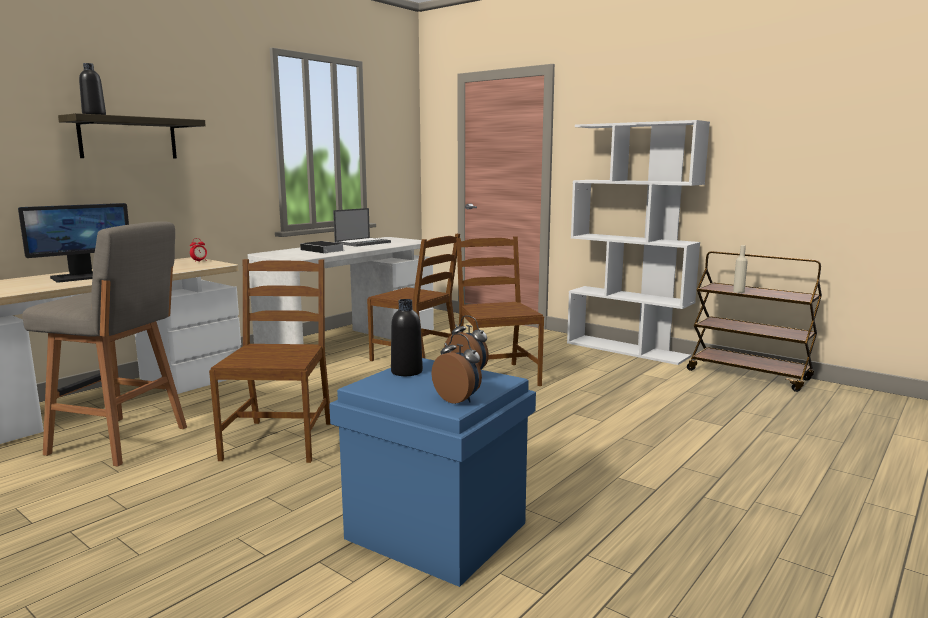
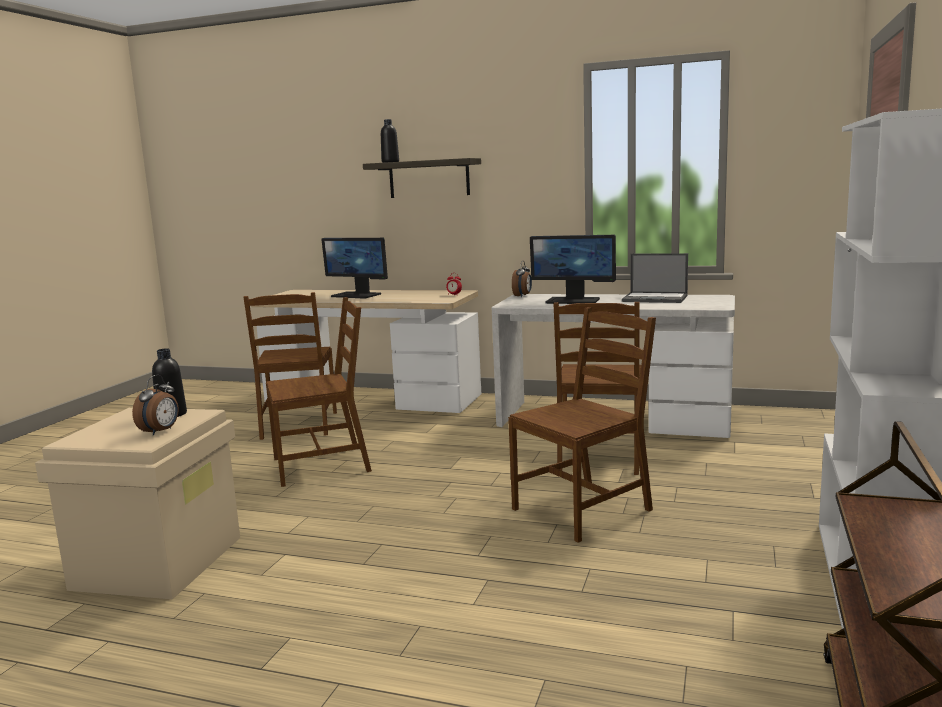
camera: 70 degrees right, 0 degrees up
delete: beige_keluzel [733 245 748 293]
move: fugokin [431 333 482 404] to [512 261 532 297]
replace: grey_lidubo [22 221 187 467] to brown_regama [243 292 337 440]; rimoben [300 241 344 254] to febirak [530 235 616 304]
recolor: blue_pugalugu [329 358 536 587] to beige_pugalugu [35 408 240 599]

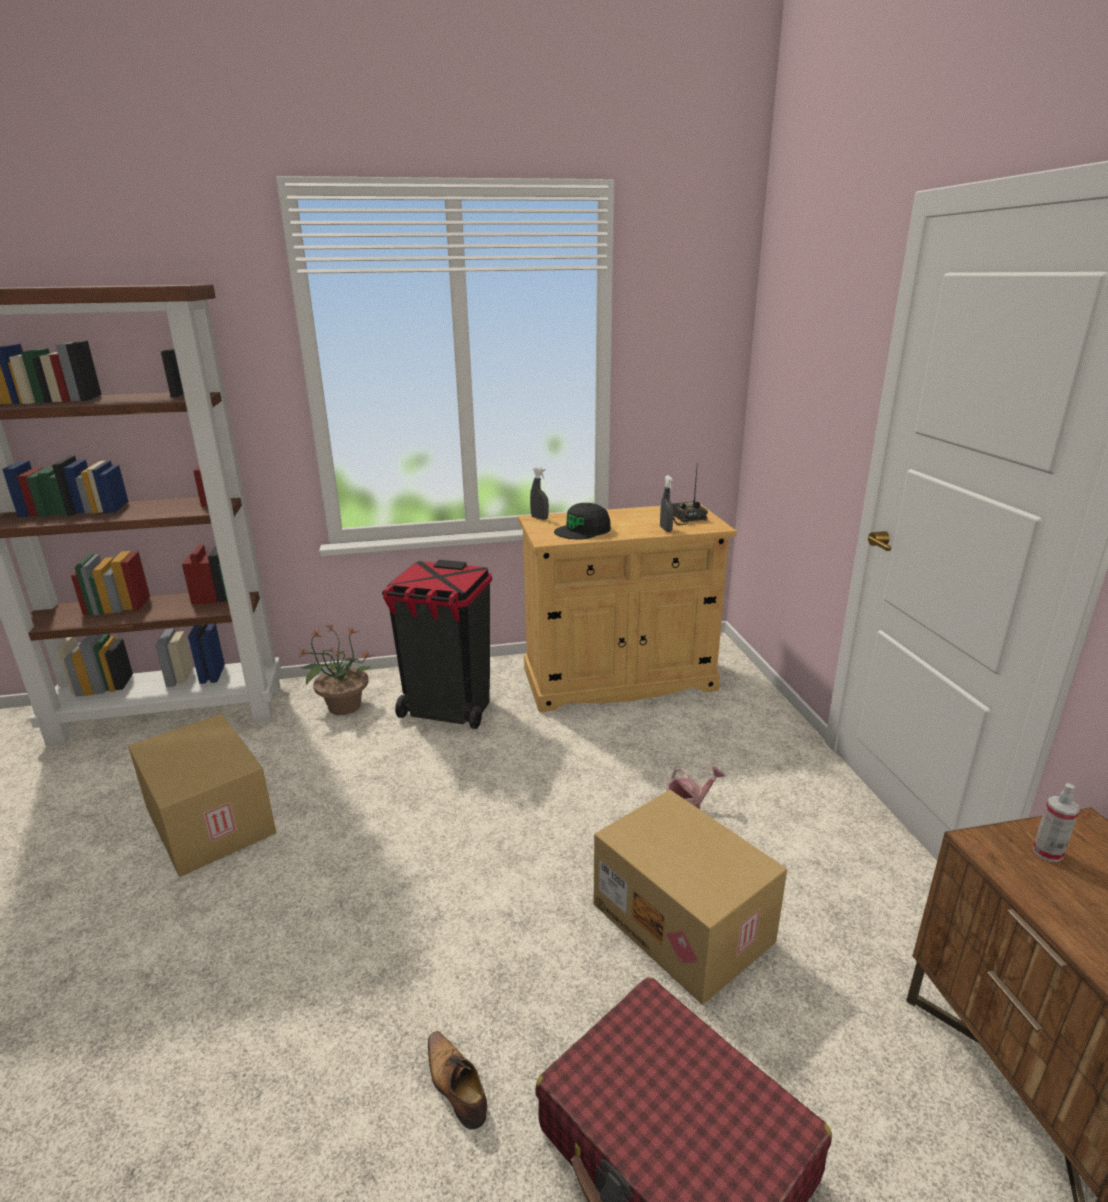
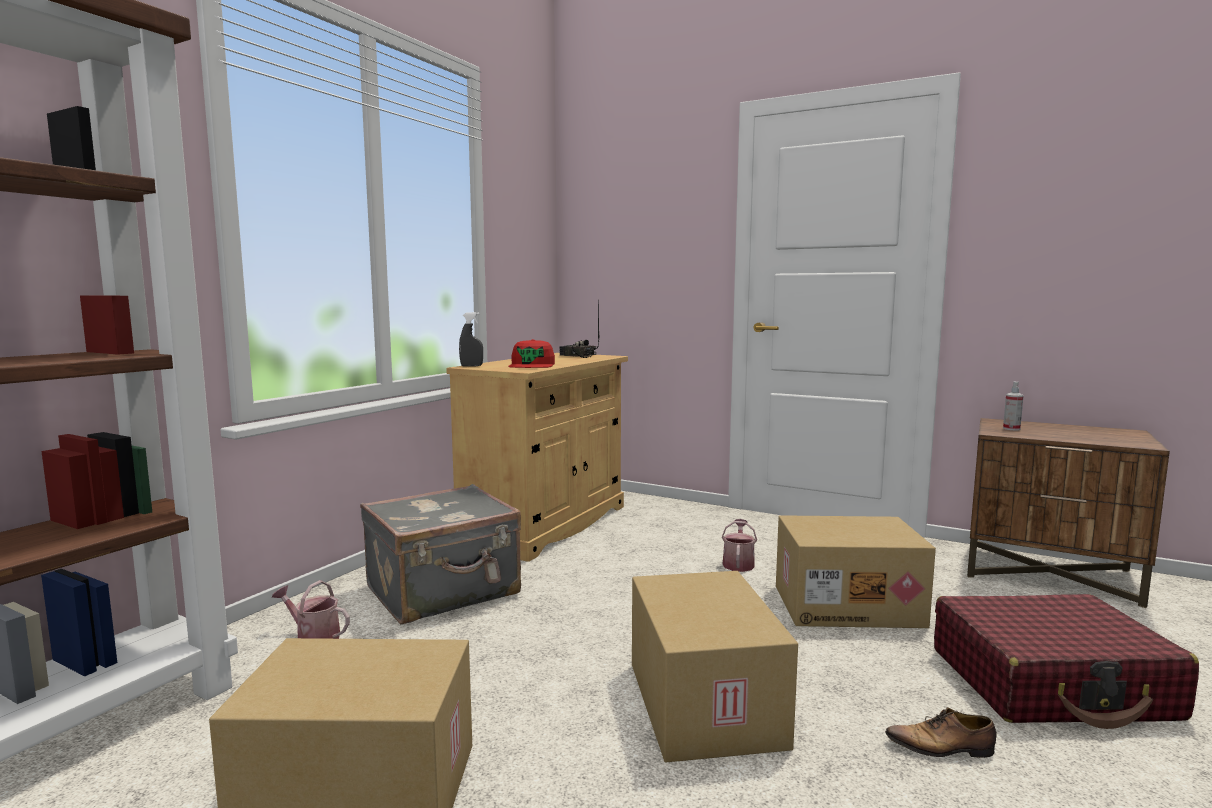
camera: 50 degrees left, 15 degrees down
delete: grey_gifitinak [660 475 673 532]
insert: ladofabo [632 571 798 762]
replace: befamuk [299 624 373 715] to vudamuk [272 580 350 639]; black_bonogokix [382 560 492 729] to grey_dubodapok [360 484 521 624]
recolor: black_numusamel [554 503 611 540] to red_numusamel [509 339 555 368]

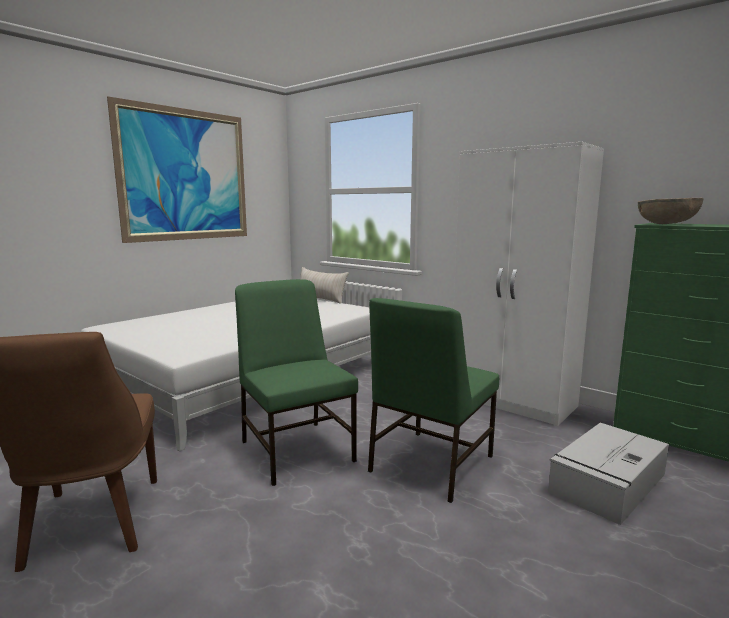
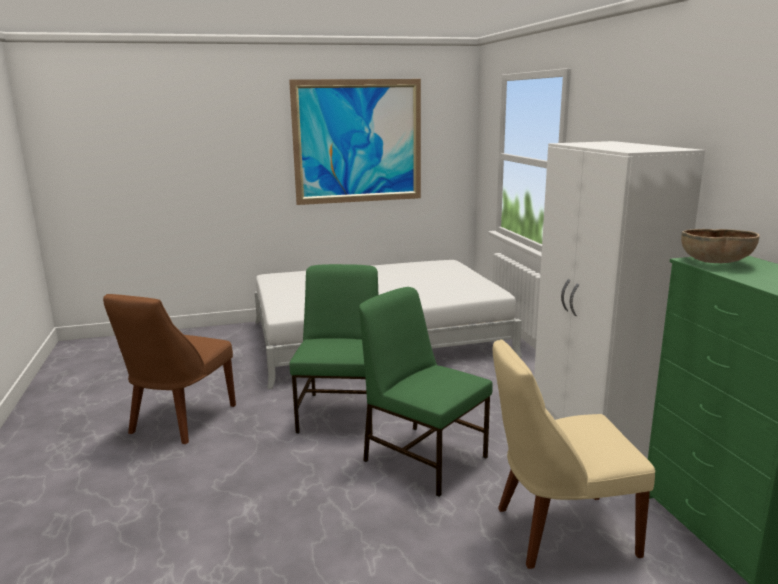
camera: 35 degrees right, 5 degrees up
delete: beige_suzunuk [300 267 349 304]
replace: grey_pugalugu [548 423 669 525] to beige_regama [493 339 655 569]
rotate: green_regama [368 298 499 503] = [359 287 493 496] 60 degrees clockwise

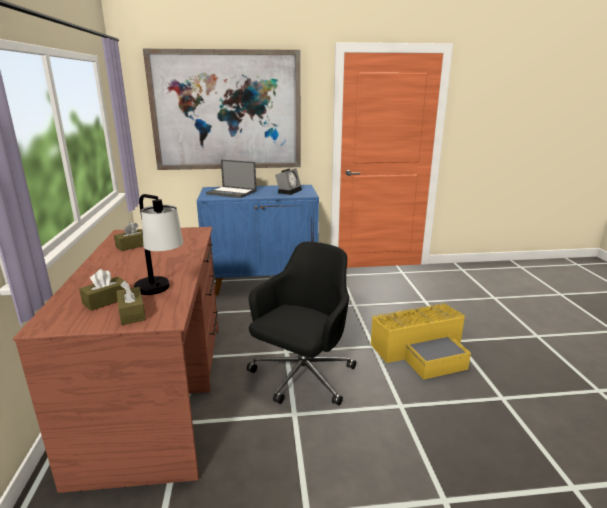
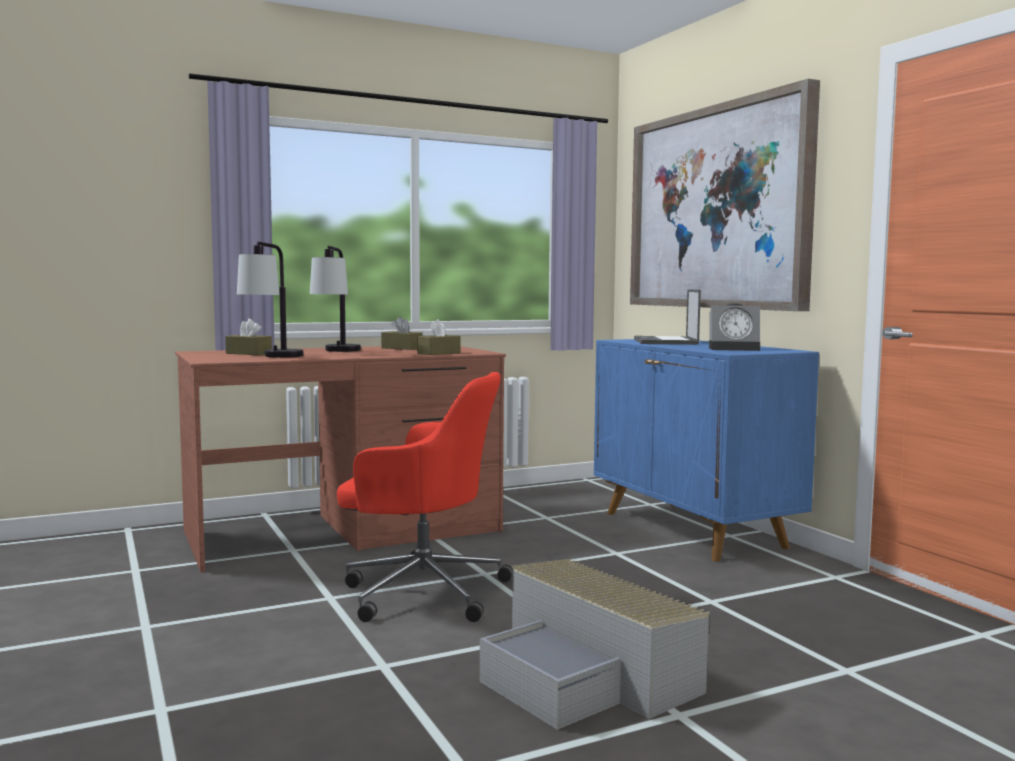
camera: 70 degrees right, 15 degrees down
insert: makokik [310 246 361 352]
move: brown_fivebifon [116 281 146 325] to [417 319 460 355]
recolor: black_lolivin [247 242 356 406] to red_lolivin [337 372 513 622]; yellow_pugalugu [371 303 471 380] to grey_pugalugu [480 559 710 730]

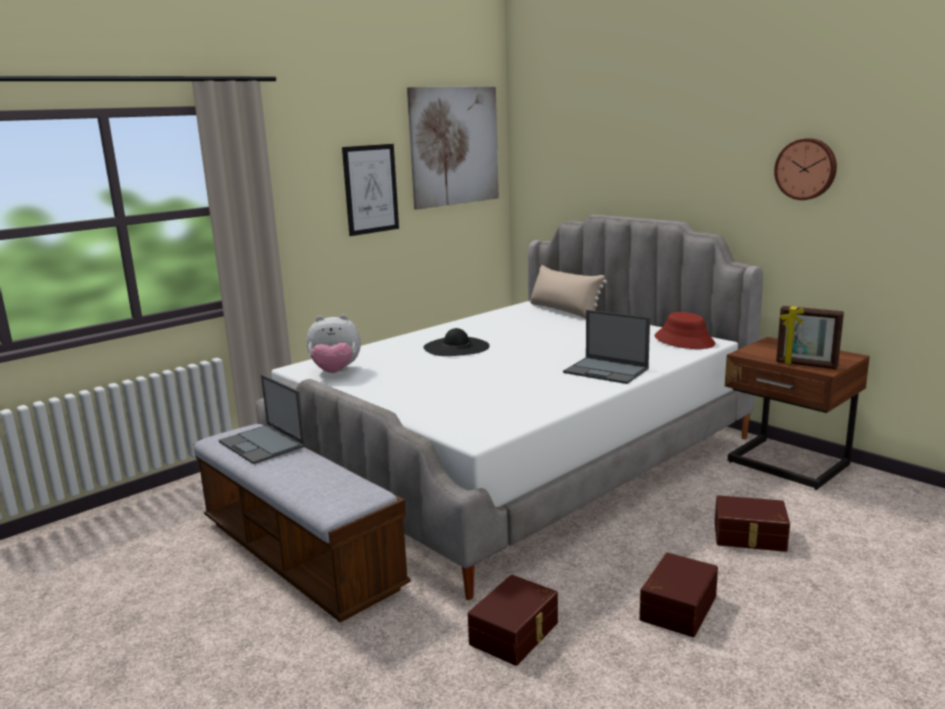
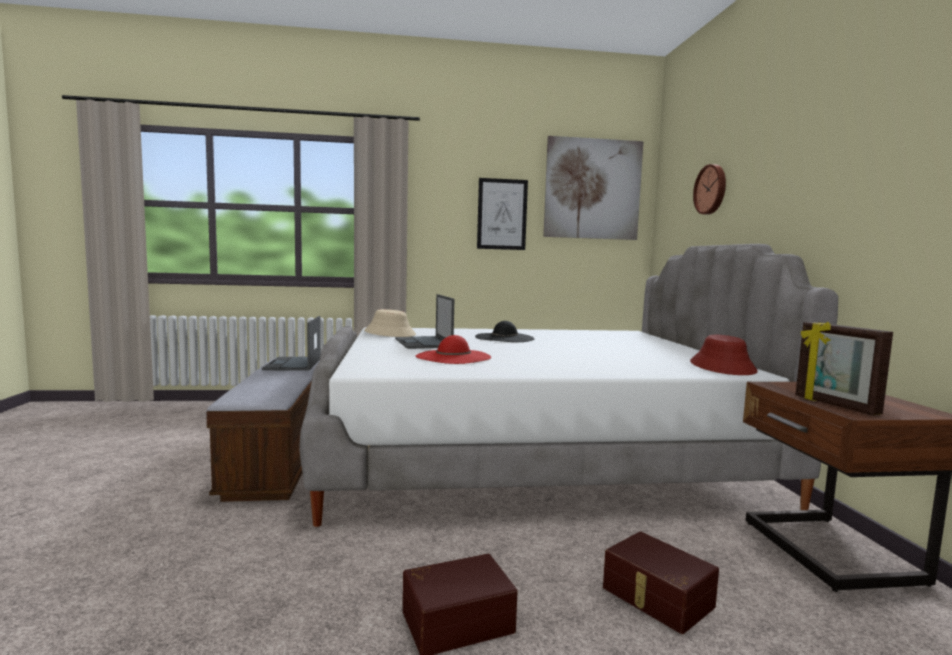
camera: 35 degrees right, 10 degrees down
delete: brown_pugalugu [468 575 558 666]; beige_suzunuk [530 265 607 319]
insert: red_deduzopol [416 335 491 364]
move: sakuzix [563 310 650 384] to [395 294 455 349]; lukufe [774 138 837 200] to [693 164 726 215]
replace: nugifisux [306 314 361 373] to beige_deduzopol [364 309 416 337]

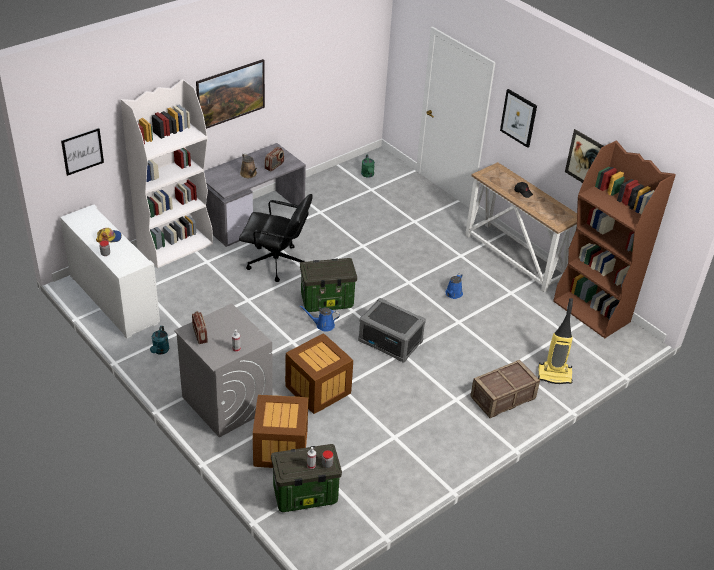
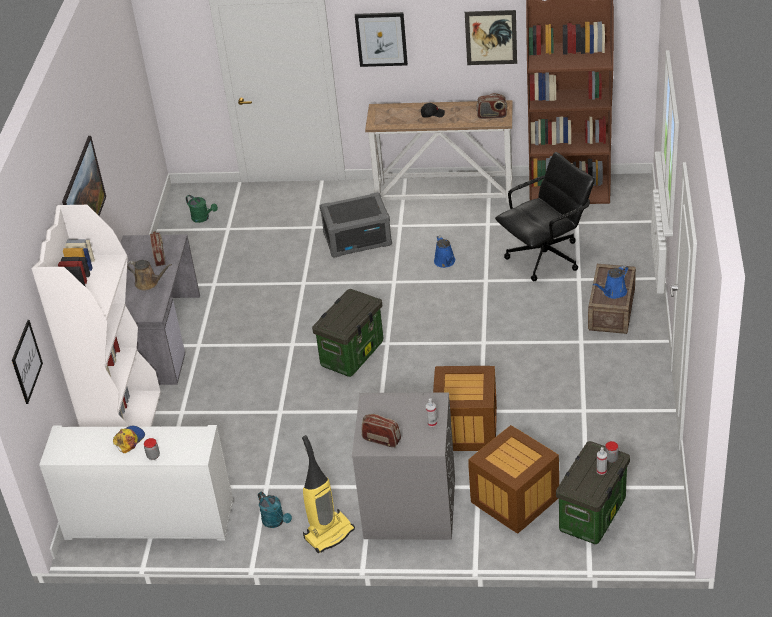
camera: 40 degrees left, 0 degrees up
insert: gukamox [476 93 507 119]
move: black_lolivin [239 194 313 282] to [495 152 595 281]; blue_vudamuk [300 306 340 332] to [593 265 628 299]; grey_pugalugu [358 298 426 363] to [320 192 392 258]; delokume [538 298 573 384] to [302 435 355 553]

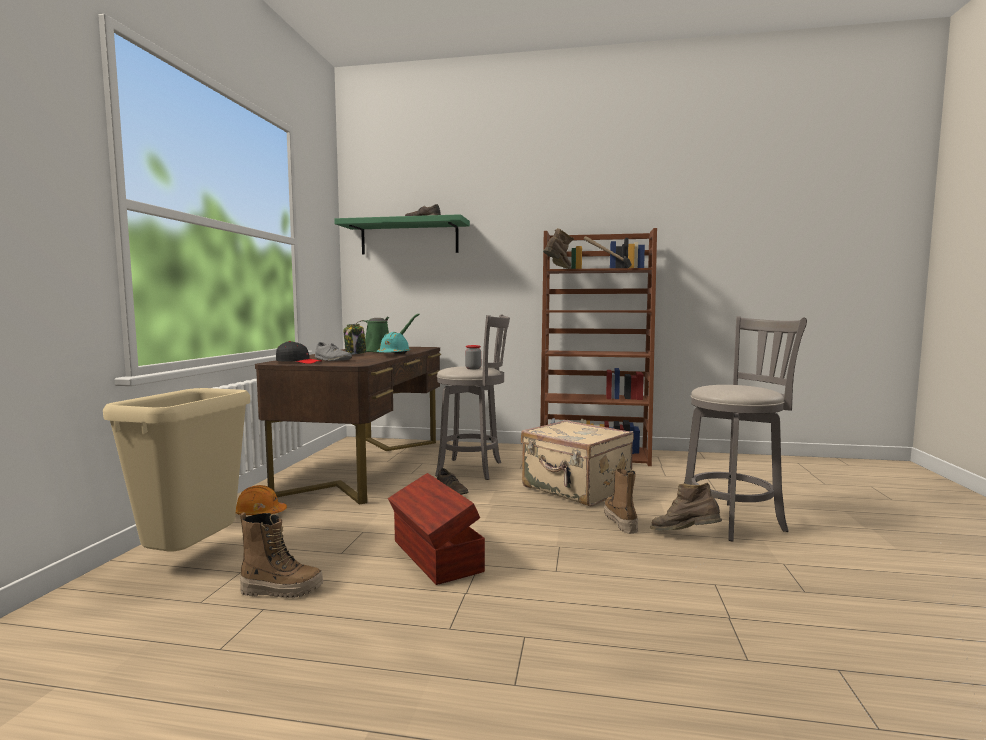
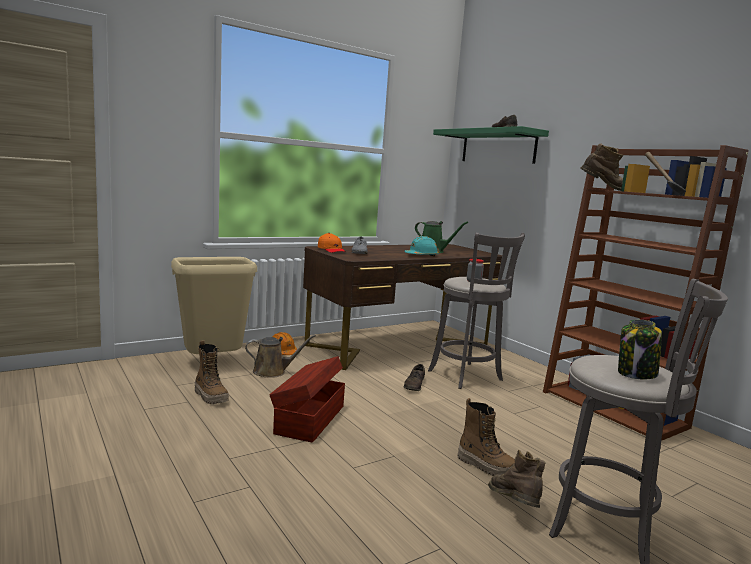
camera: 45 degrees right, 5 degrees up
delete: beige_dubodapok [521 420 634 506]
insert: brown_vudamuk [245 335 316 378]
move: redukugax [343 324 366 355] to [618 320 662 380]
recolor: black_numusamel [276 341 322 364] to orange_numusamel [318 233 346 253]
rotate: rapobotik [604 469 638 534] = [458 398 515 476] 90 degrees clockwise

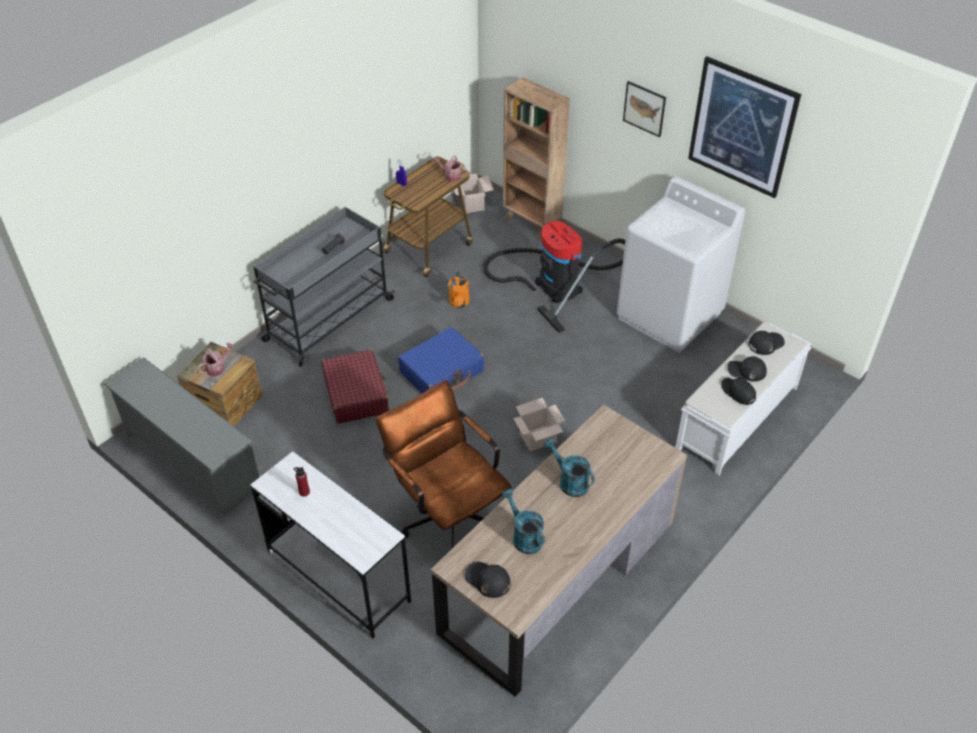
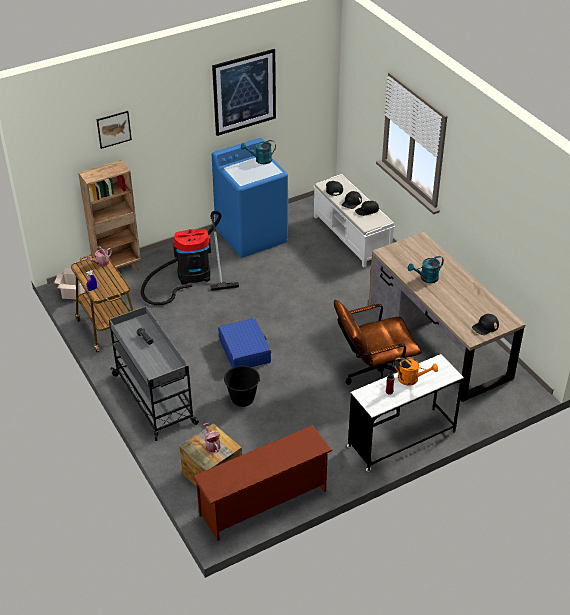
camera: 70 degrees left, 5 degrees down
delete: ladofabo [513 398 565 451]
move: orange_vudamuk [448 271 470 308] to [394 357 438 386]; turquoise_vudamuk [502 489 545 554] to [241 140 276 164]; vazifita [623 81 666 137] to [97 111 132 149]
replace: red_dubodapok [322 350 389 424] to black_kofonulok [223 366 261 407]
recolor: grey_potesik [104 357 259 516] to brown_potesik [192 425 333 541]; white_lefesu [617 176 745 352] to blue_lefesu [212 138 288 258]

